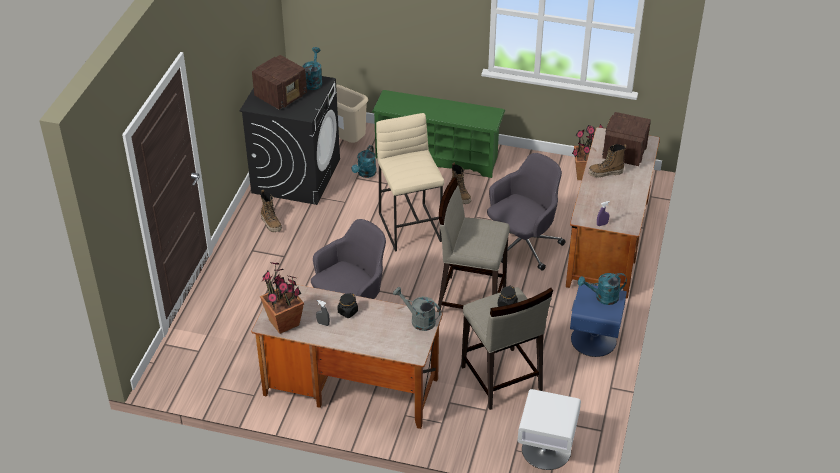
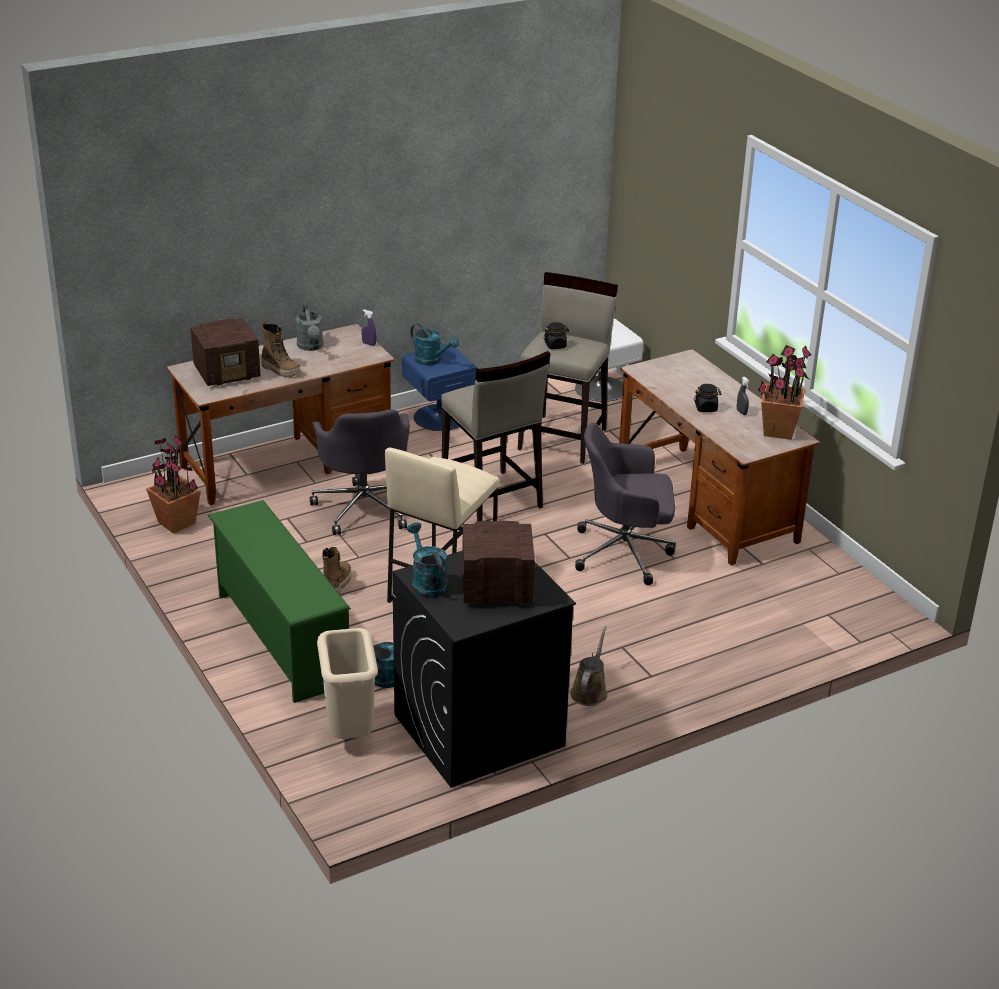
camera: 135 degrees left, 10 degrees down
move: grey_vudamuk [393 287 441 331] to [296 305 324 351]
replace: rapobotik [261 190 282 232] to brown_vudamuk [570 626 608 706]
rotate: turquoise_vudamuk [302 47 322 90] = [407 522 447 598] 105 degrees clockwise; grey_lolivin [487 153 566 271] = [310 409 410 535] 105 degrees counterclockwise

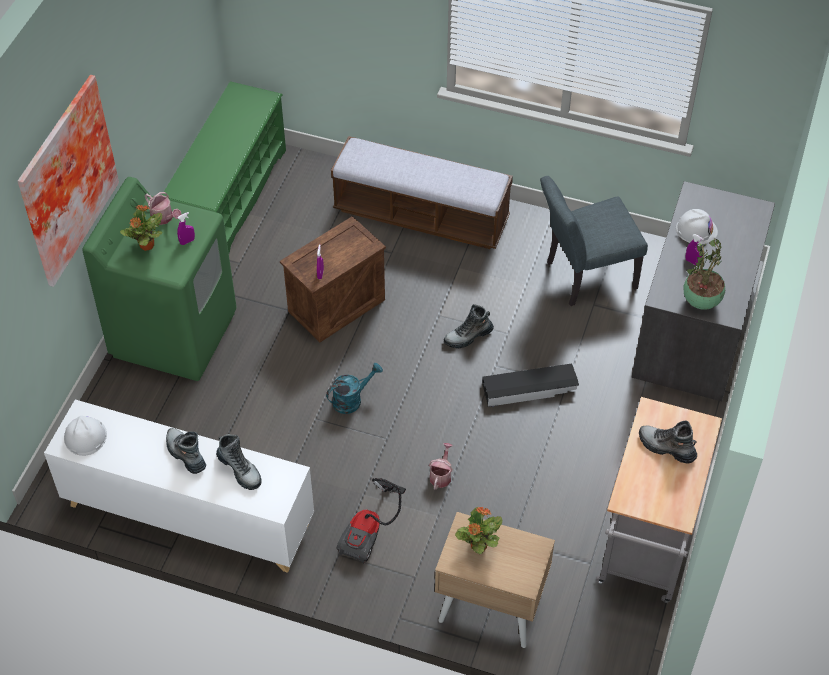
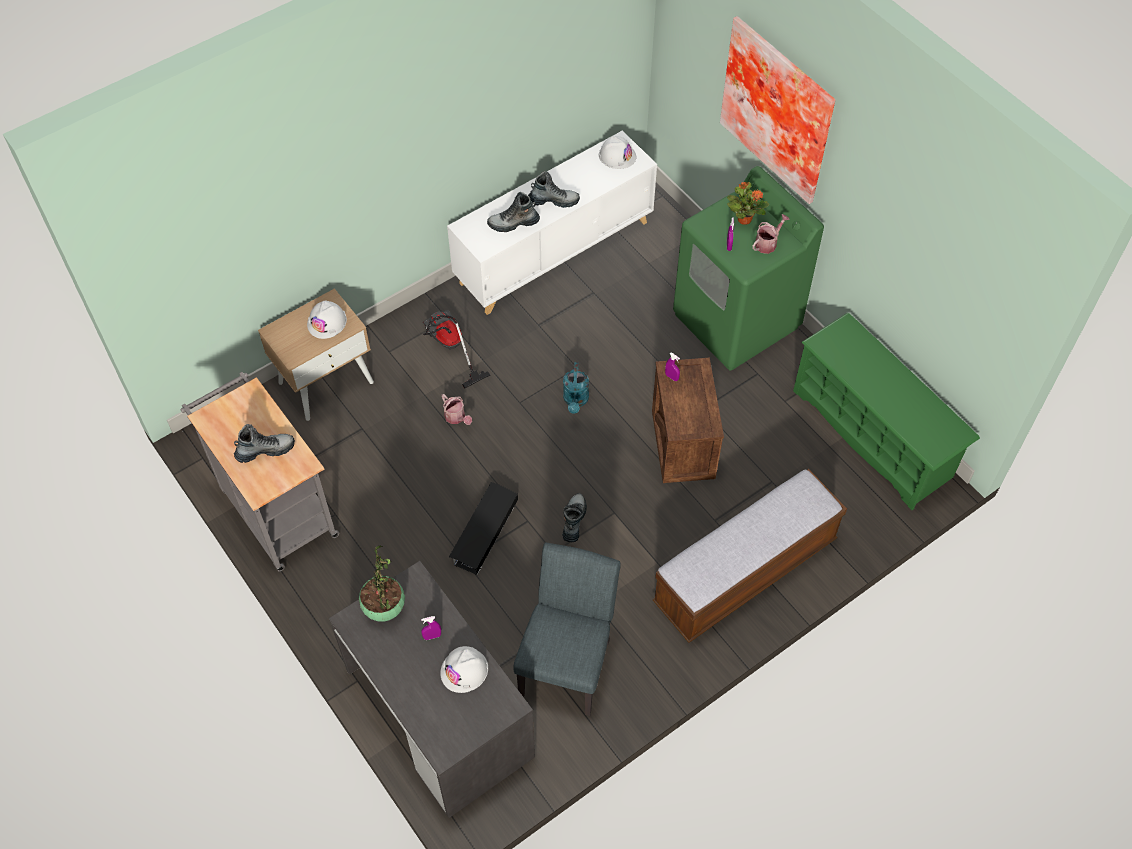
camera: 125 degrees right, 5 degrees up
replace: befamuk [455 507 502 554] to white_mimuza [307 300 347 339]
rotate: vudamuk [145 192 182 225] = [752 214 790 254] 150 degrees clockwise

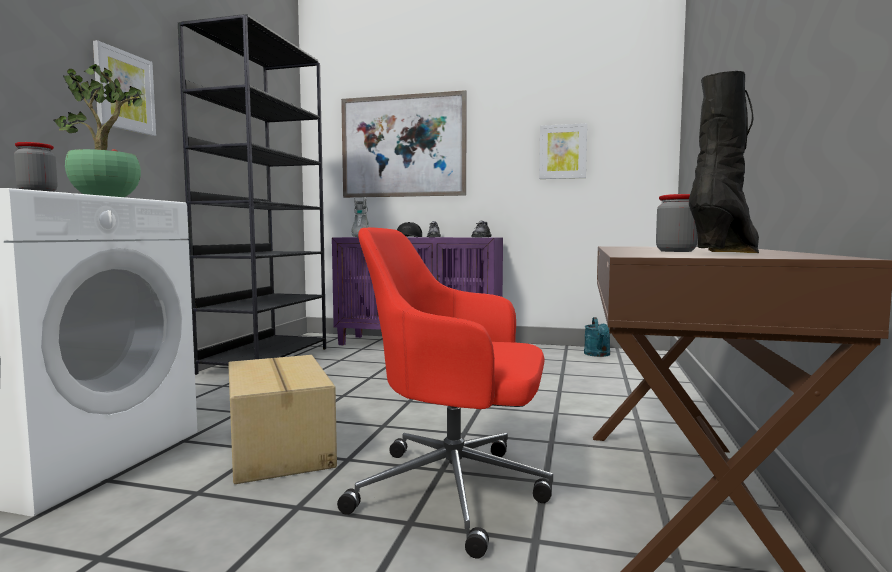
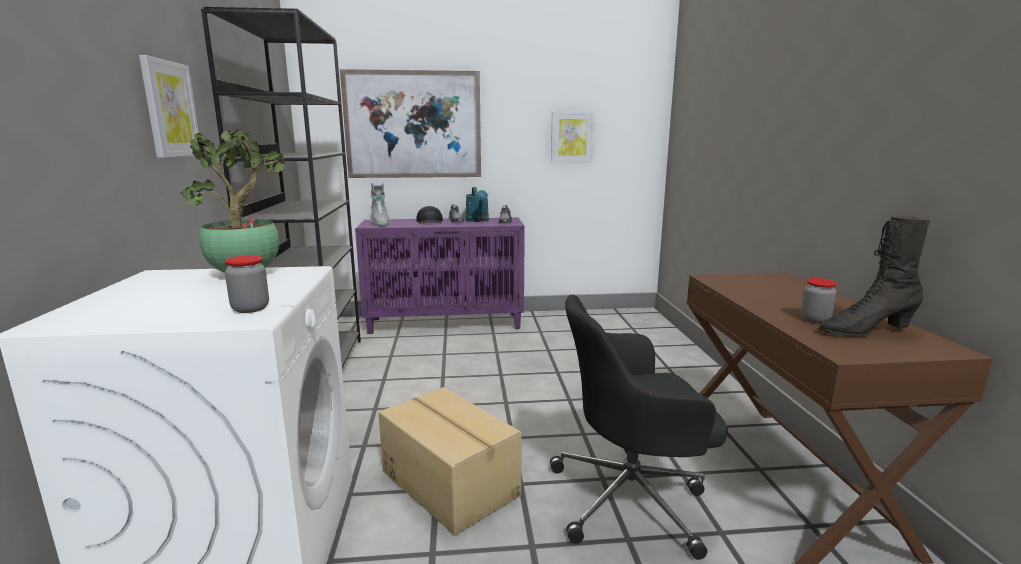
camera: 20 degrees left, 10 degrees up
move: turquoise_vudamuk [584 317 610 357] to [466 187 489 222]
recolor: red_lolivin [337 227 553 558] to black_lolivin [550 294 728 560]
rotate: black_rapobotik [689 71 759 253] = [817 216 930 337] 120 degrees counterclockwise

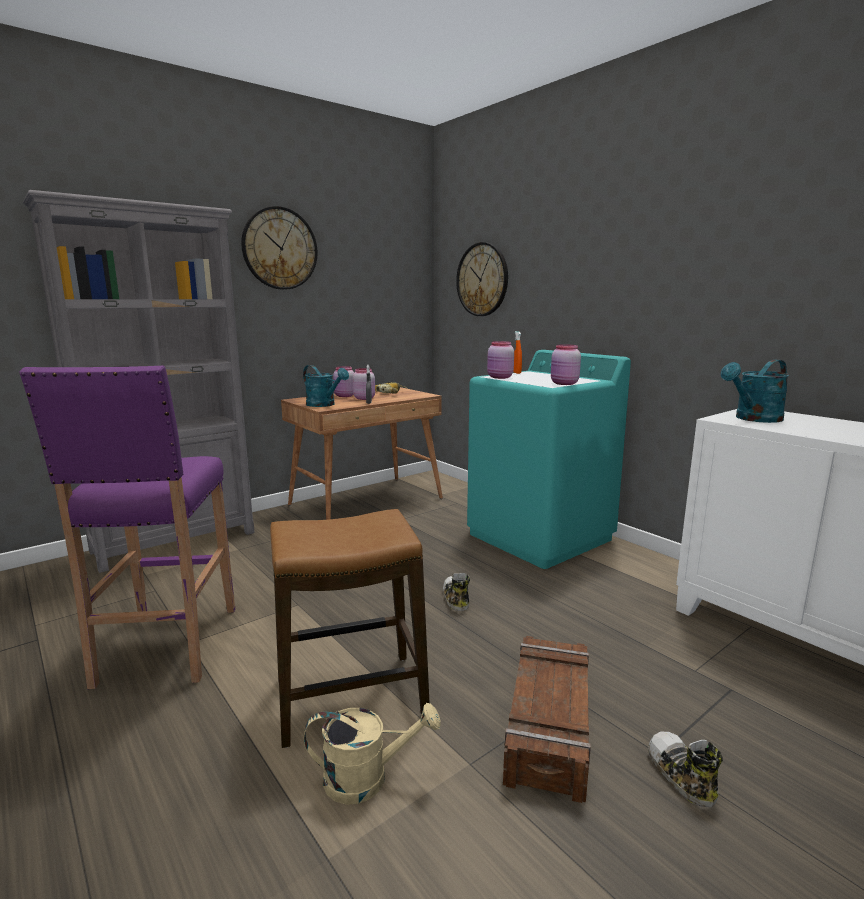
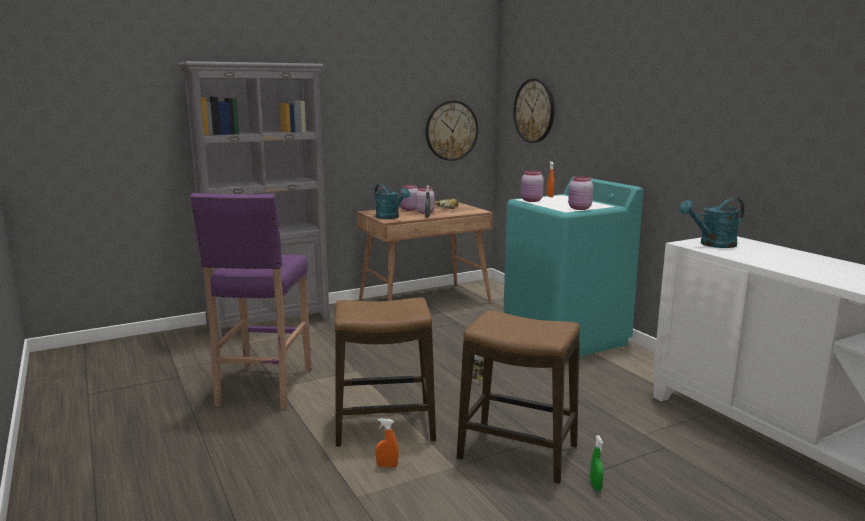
camera: 10 degrees right, 0 degrees up
move: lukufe [241 206 318 290] to [426 101 478 161]
replace: beige_vudamuk [304 703 441 805] to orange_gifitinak [375 419 399 467]; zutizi [503 636 591 803] to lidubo [457 310 580 484]; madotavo [648 731 723 807] to green_gifitinak [590 435 603 491]

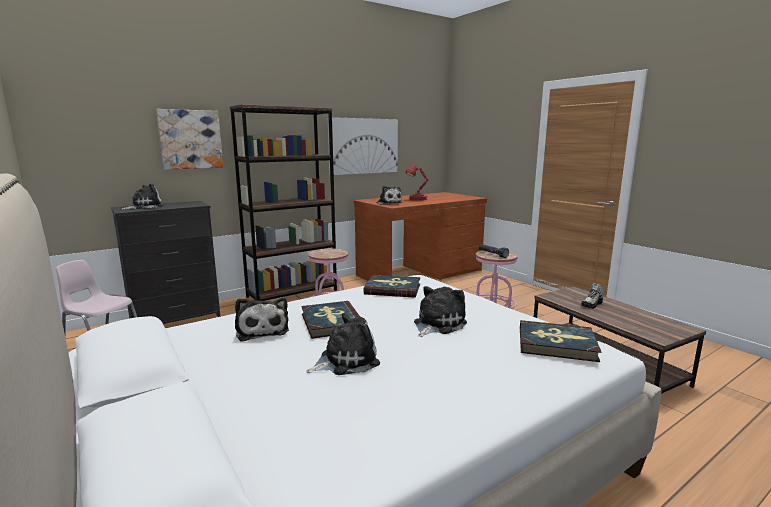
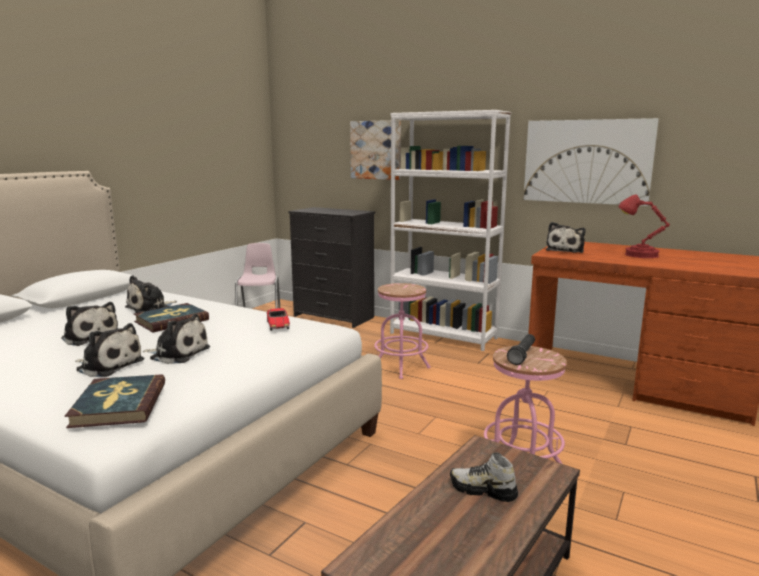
camera: 65 degrees right, 0 degrees up
move: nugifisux [121 184 163 210] to [75 323 144 377]
replace: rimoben [364 275 420 298] to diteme [267 308 290 331]
recolor: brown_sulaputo [230 104 337 301] to white_sulaputo [390 110 511 351]

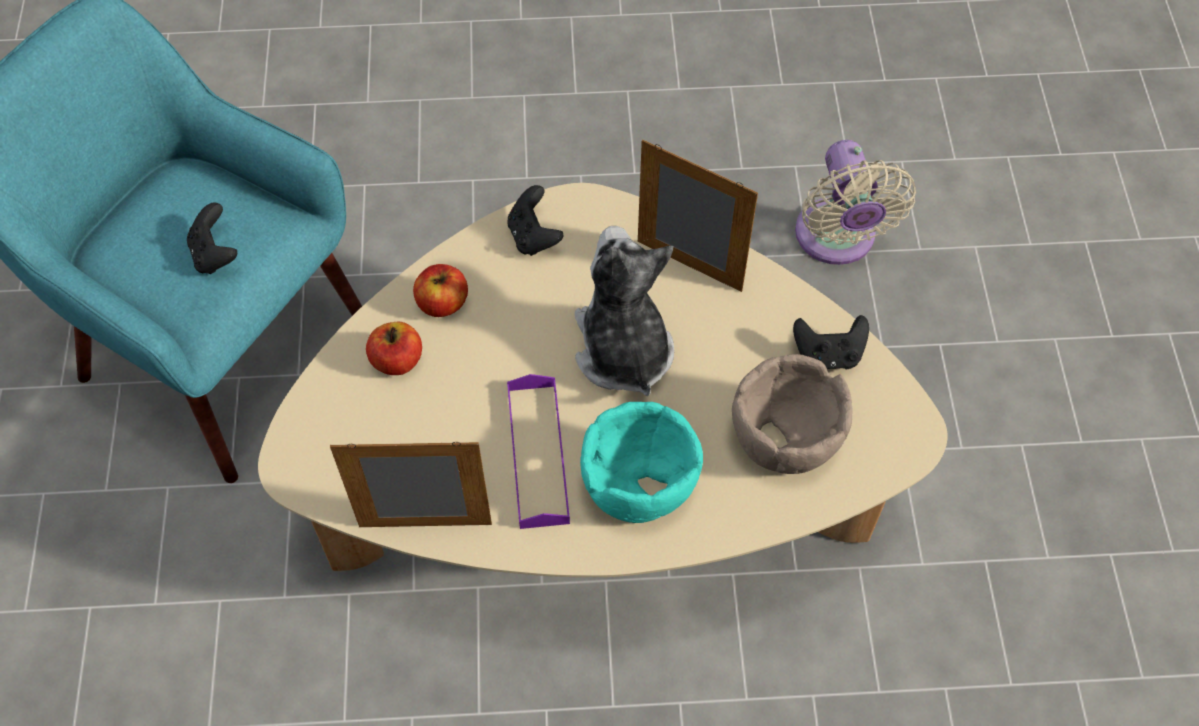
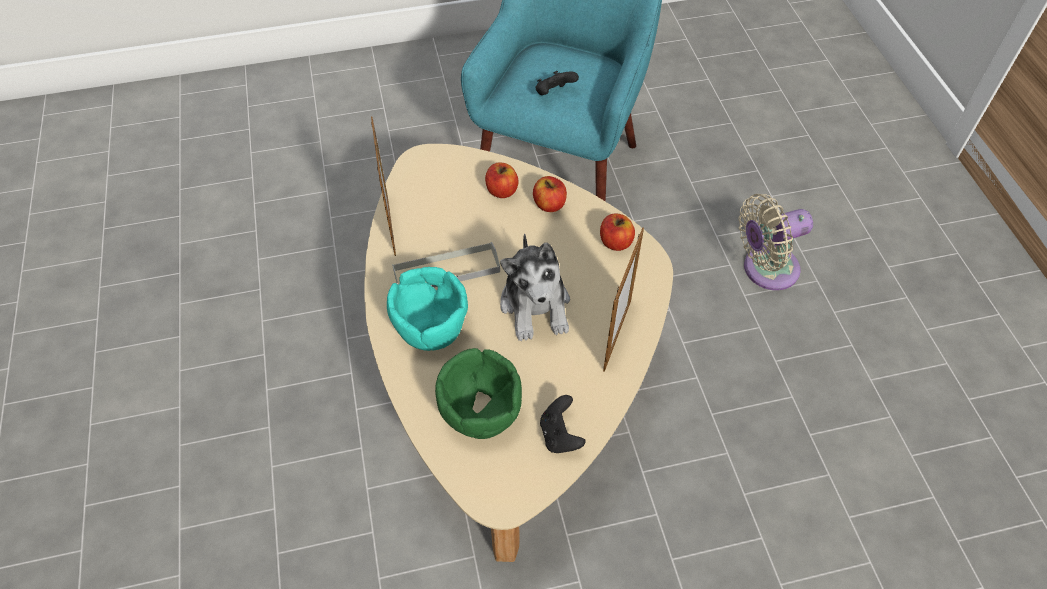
camera: 80 degrees right, 5 degrees down
move: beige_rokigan [795 140 916 265] to [739 194 813 290]
replace: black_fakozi [508 185 563 256] to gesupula [600 213 635 251]
recolor: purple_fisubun [507 374 570 529] to grey_fisubun [392 242 500 288]; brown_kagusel [732 354 853 474] to green_kagusel [435 348 522 439]
rotate: nugifisux [575 226 674 396] = [500 233 570 341] 105 degrees clockwise

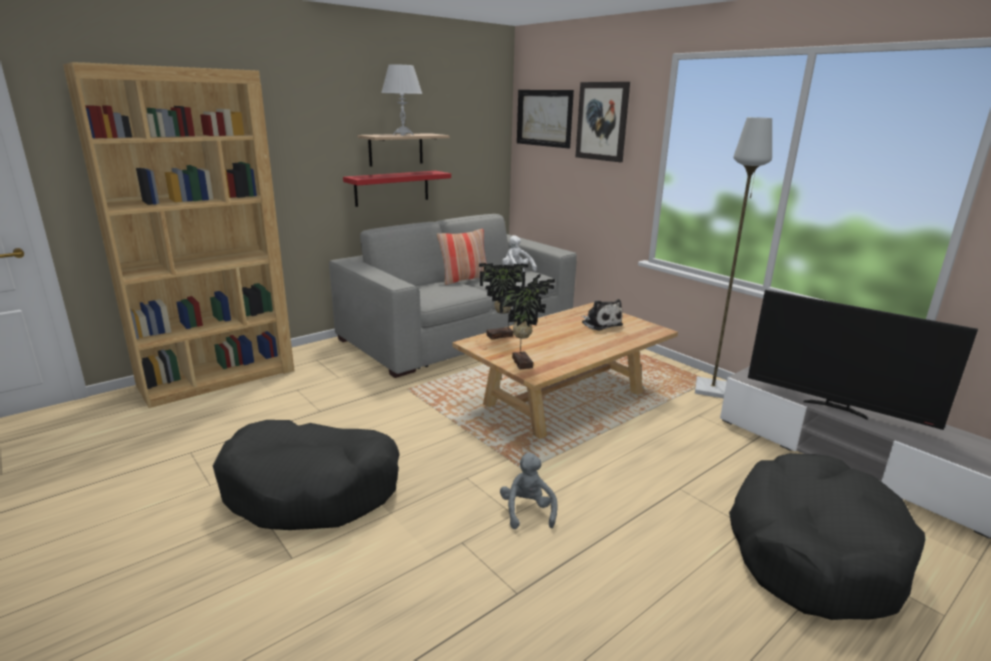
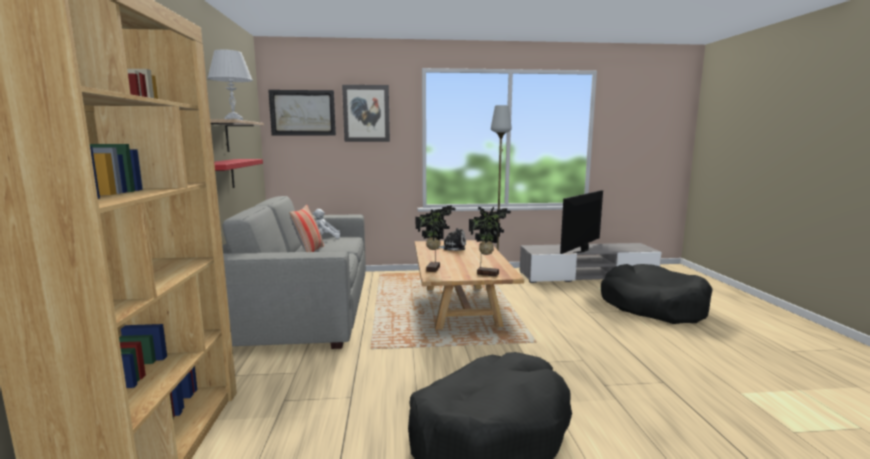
camera: 55 degrees left, 10 degrees down
delete: grey_nugifisux [500 453 558 529]
rotate: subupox [748 290 978 430] = [560 190 603 254] 150 degrees clockwise

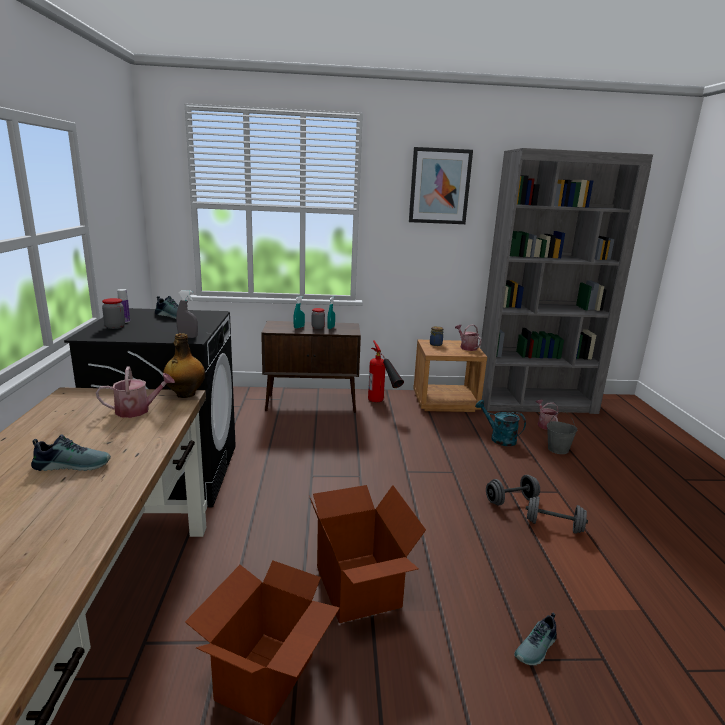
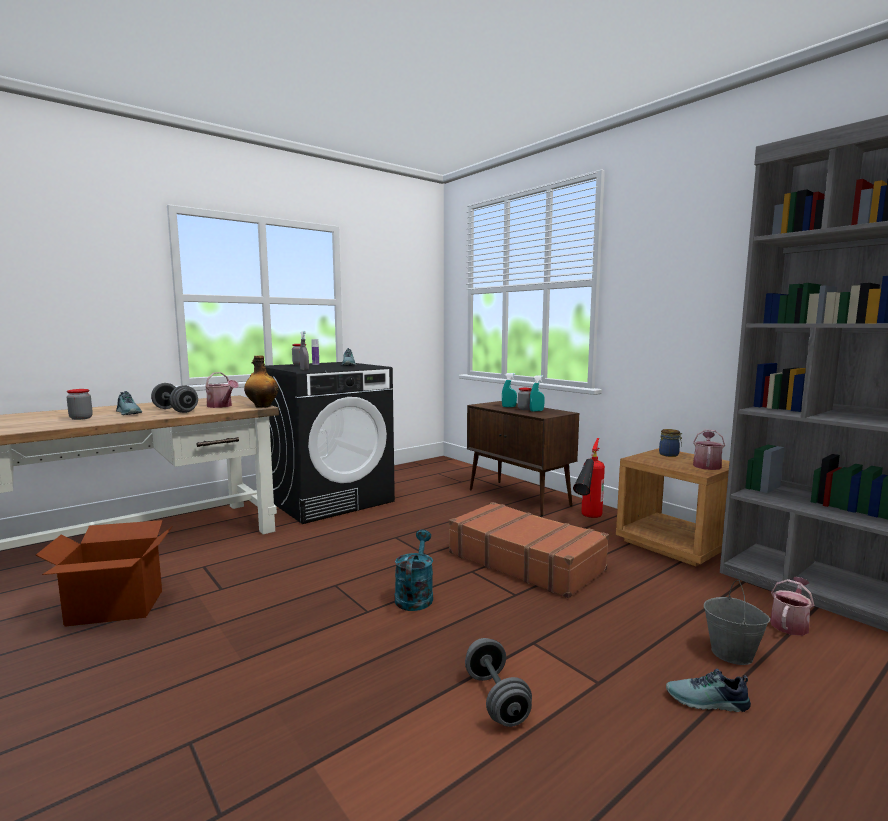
camera: 55 degrees right, 10 degrees down
delete: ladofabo [309 485 426 623]; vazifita [409 147 473 224]
insert: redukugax [66 389 93 420]; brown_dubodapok [449 502 609 598]
move: turquoise_vudamuk [476 400 526 446] to [395 530 433 611]; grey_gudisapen [486 475 540 505] to [151 383 198 413]; madotavo [514 612 557 666] to [666 669 751 712]

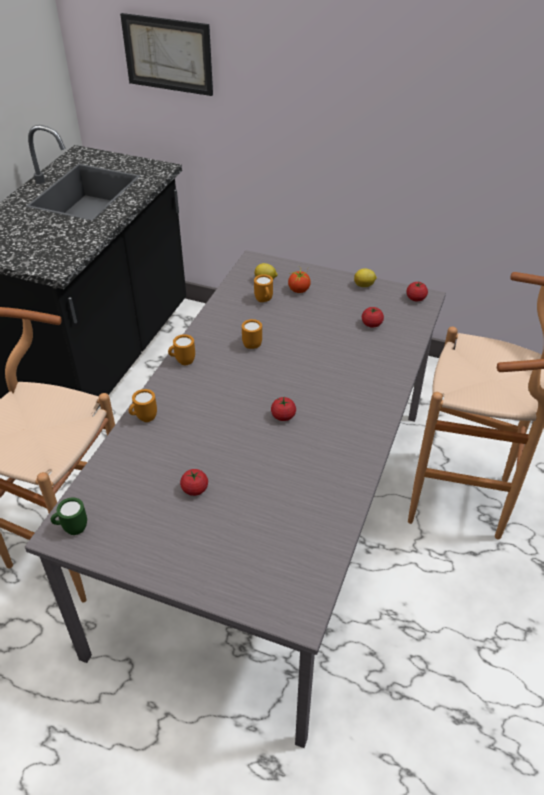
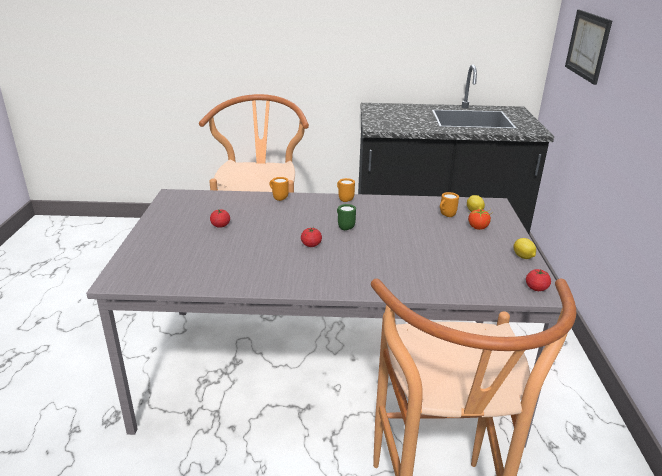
camera: 70 degrees right, 15 degrees down
delete: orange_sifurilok [242 319 262 349]; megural [362 307 384 328]
move: green_sifurilok [51 497 87 535] to [337 204 356 230]

